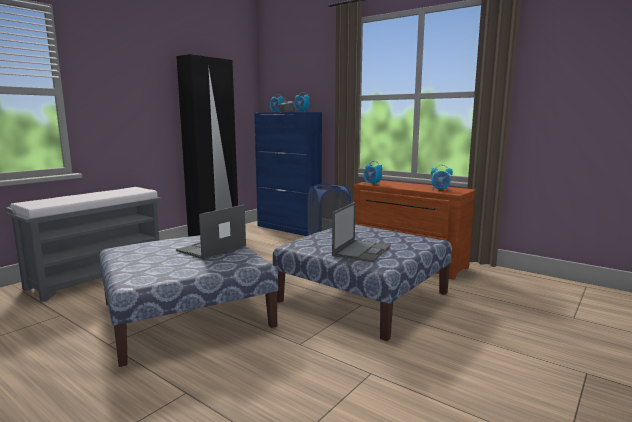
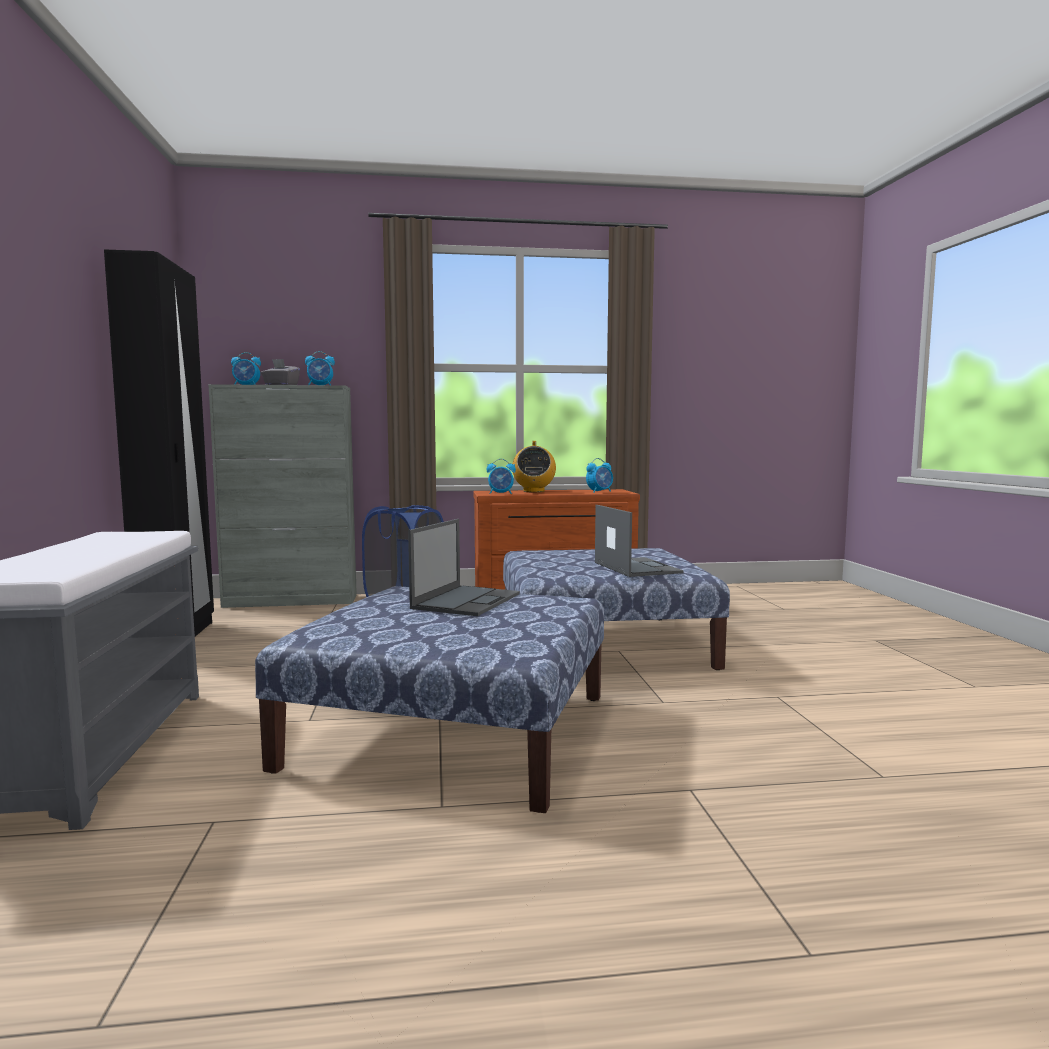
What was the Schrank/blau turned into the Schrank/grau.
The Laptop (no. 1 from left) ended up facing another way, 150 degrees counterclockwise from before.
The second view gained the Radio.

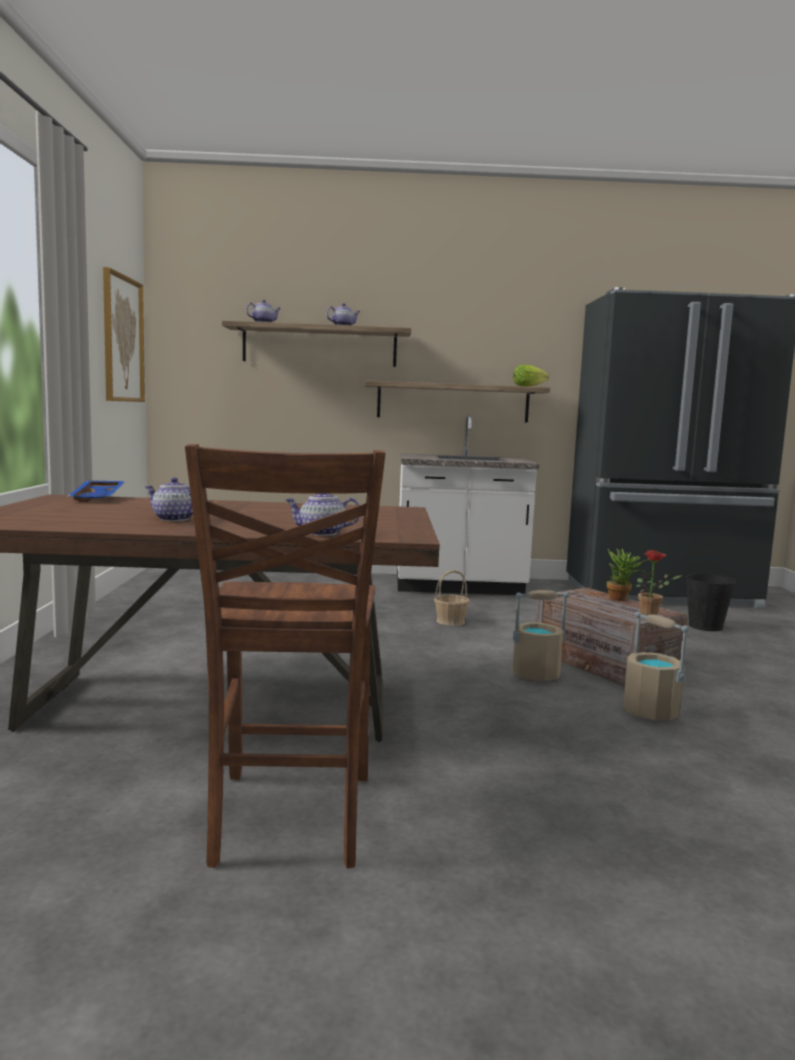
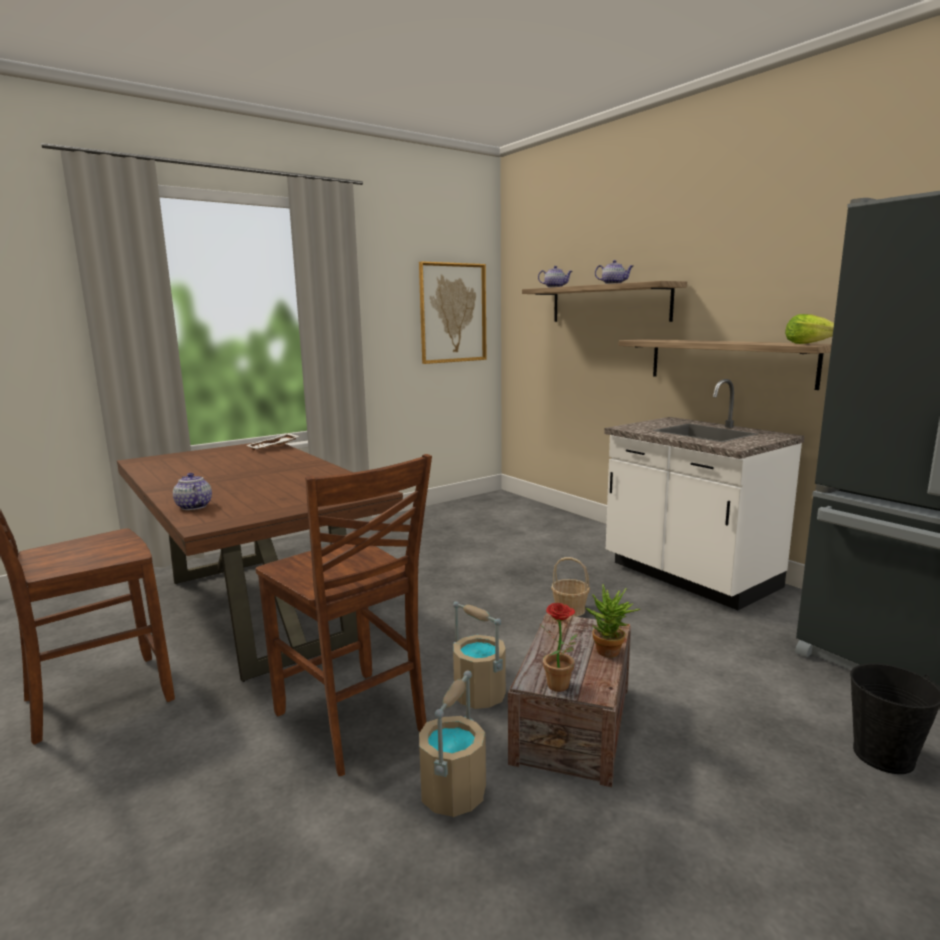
The second view lost the Teekanne (no. 1 from left).
What was the Tablett/blau turned into the Tablett/weiß.
The second view gained the Stuhl/braun (no. 2 from left).

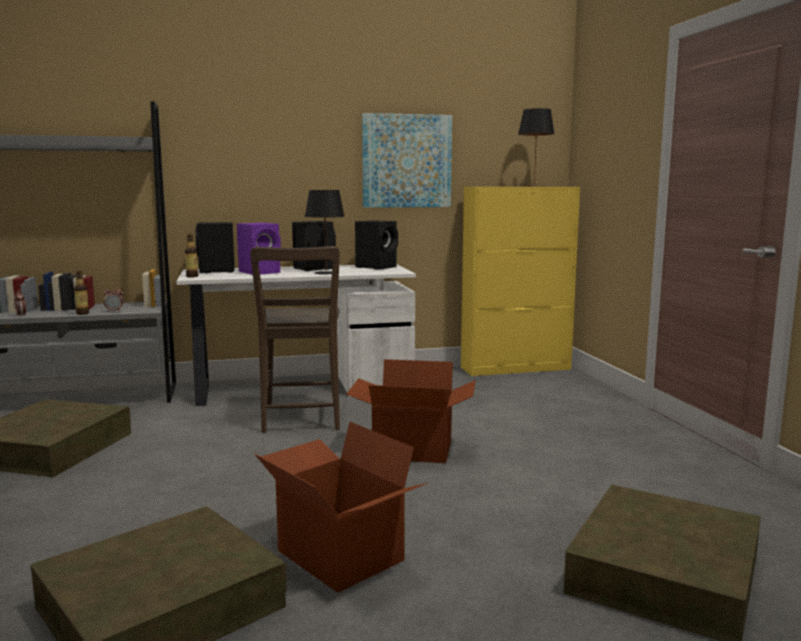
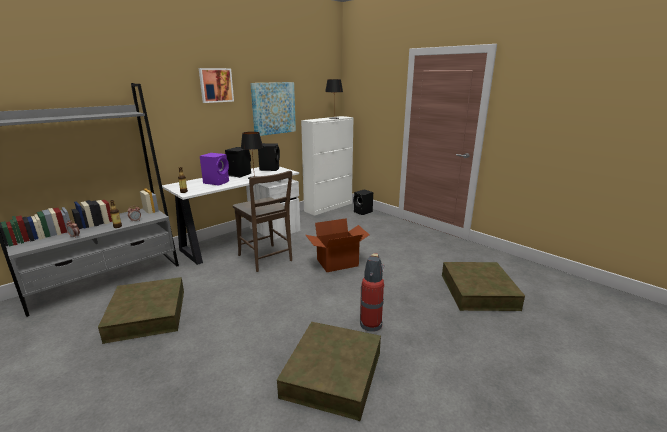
What was the Schrank/gelb turned into the Schrank/weiß.
The Lautsprecher/schwarz (no. 1 from left in the first image) ended up elsewhere.
Where the Karton (no. 1 from left) stood, the Feuerlöscher came to stand.
The second view gained the Bild (no. 1 from left).

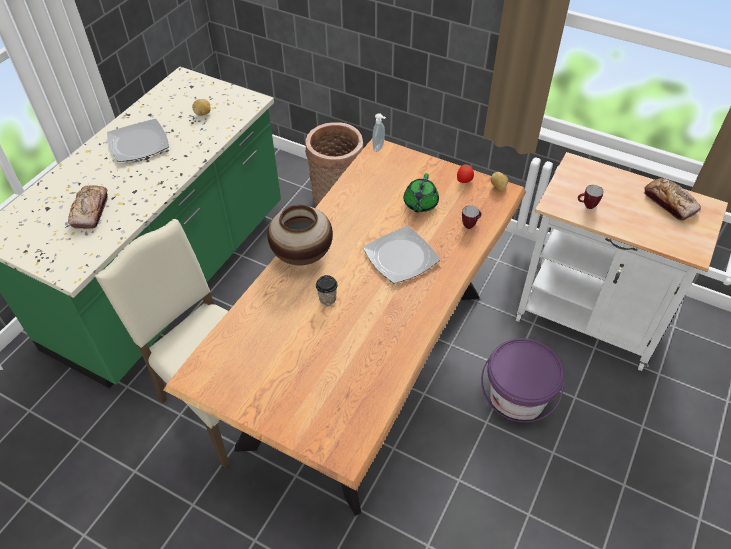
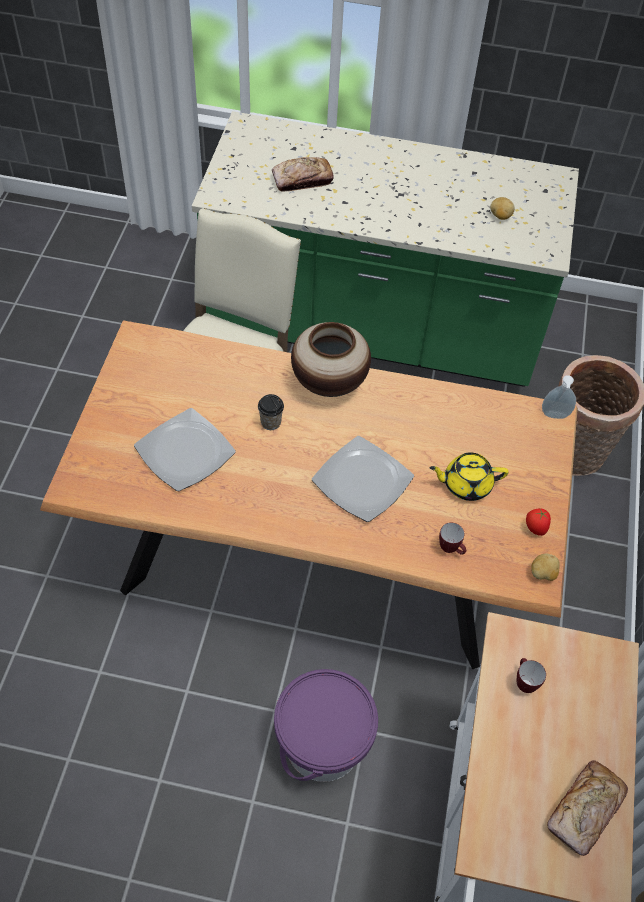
The Teller (no. 1 from left) ended up elsewhere.
What was the Teekanne/grün turned into the Teekanne/gelb.

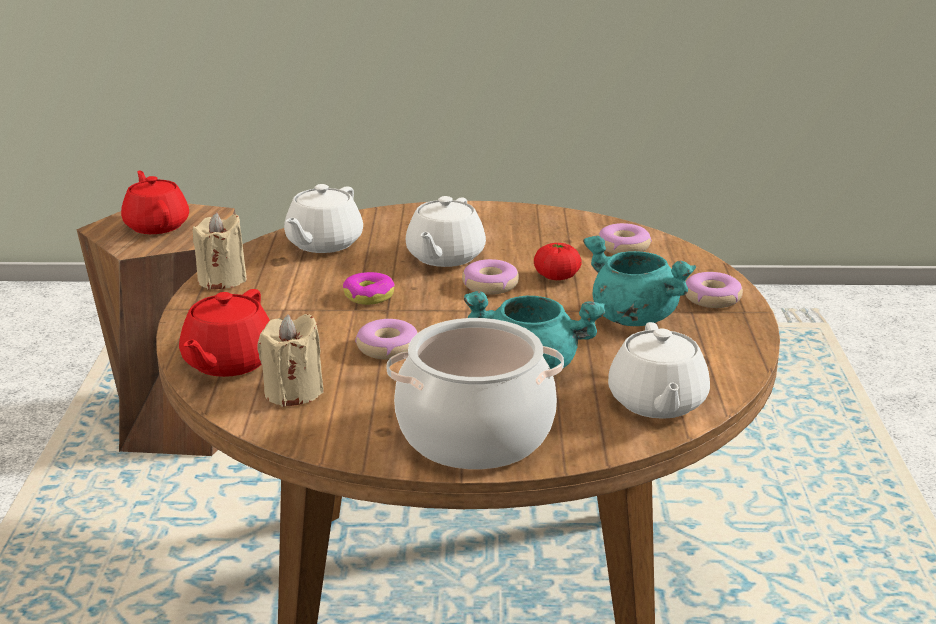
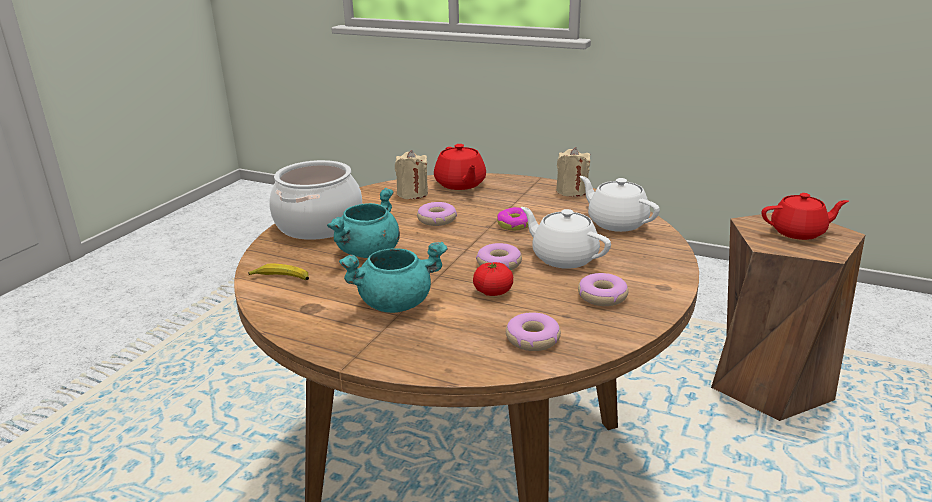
The Donut (no. 5 from left) ended up elsewhere.
The Teekanne/rot (no. 2 from left in the first image) ended up facing another way, 150 degrees counterclockwise from before.
Where the Teekanne/weiß (no. 3 from left) stood, the Banane came to stand.

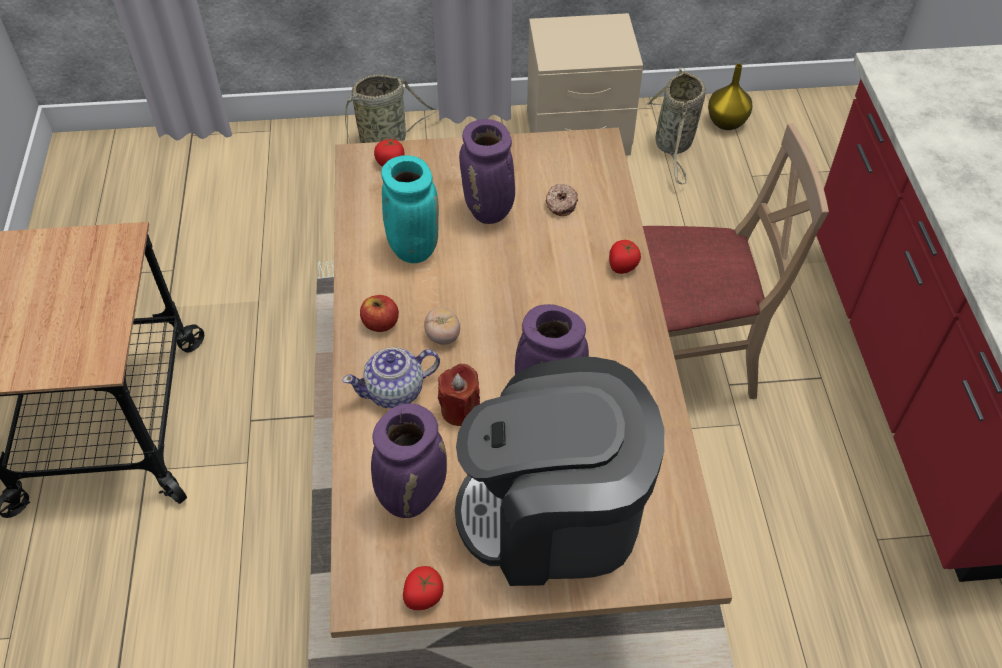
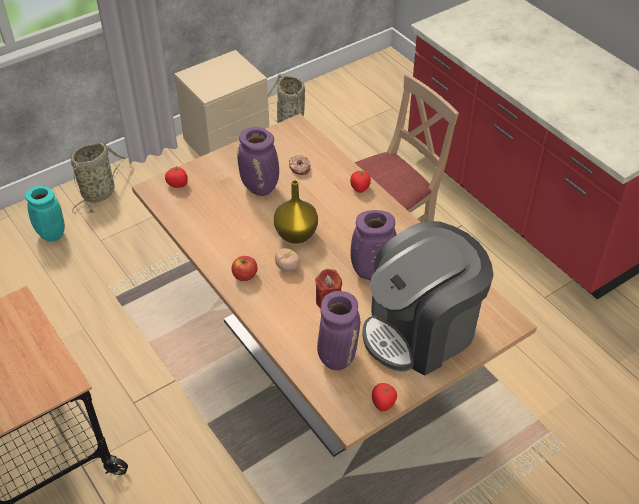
The Vase/gelb ended up elsewhere.
The Vase/türkis ended up elsewhere.
The second view lost the Teekanne.

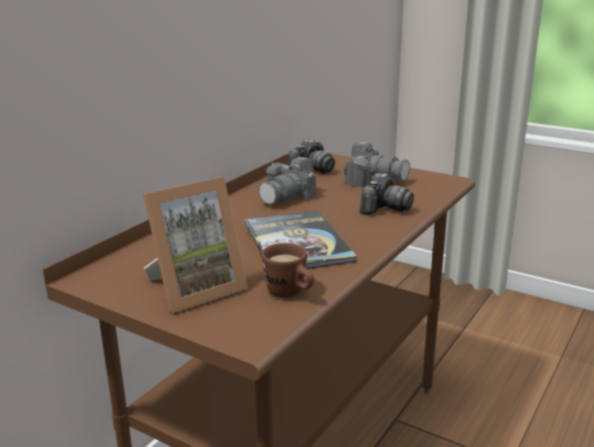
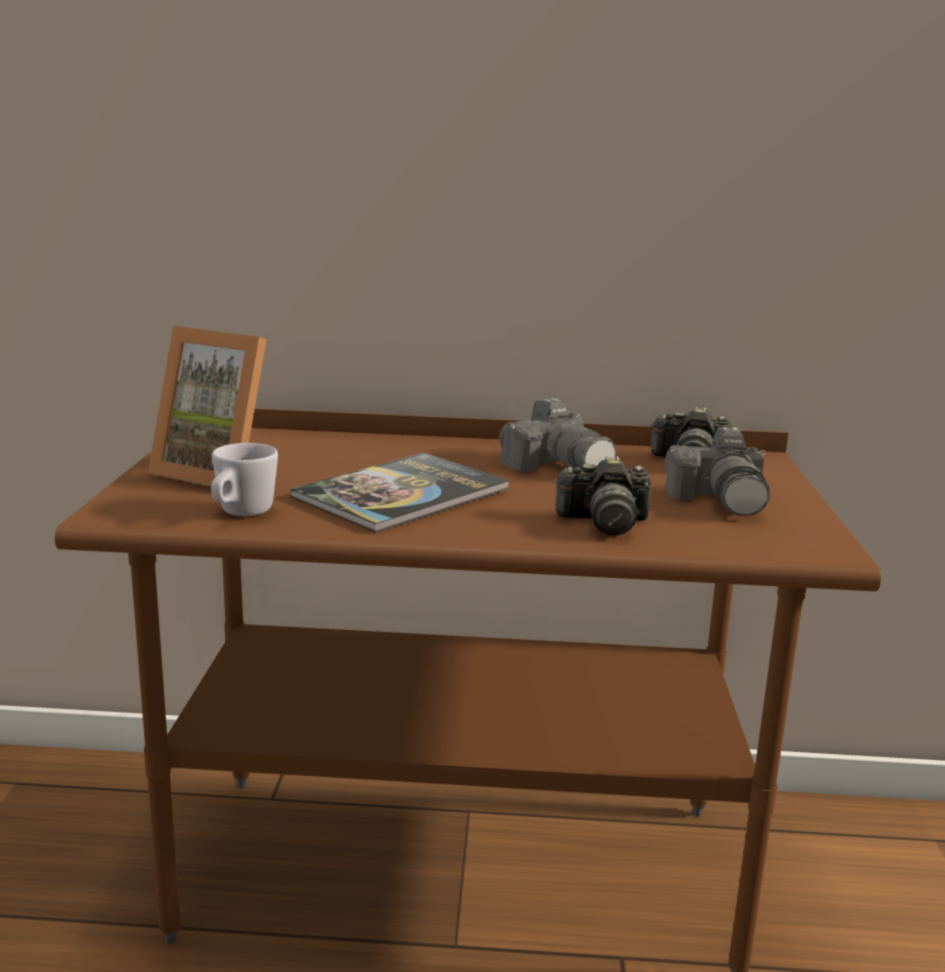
The Kamera (no. 1 from left) ended up facing another way, 135 degrees counterclockwise from before.
What was the Henkelbecher/braun turned into the Henkelbecher/weiß.

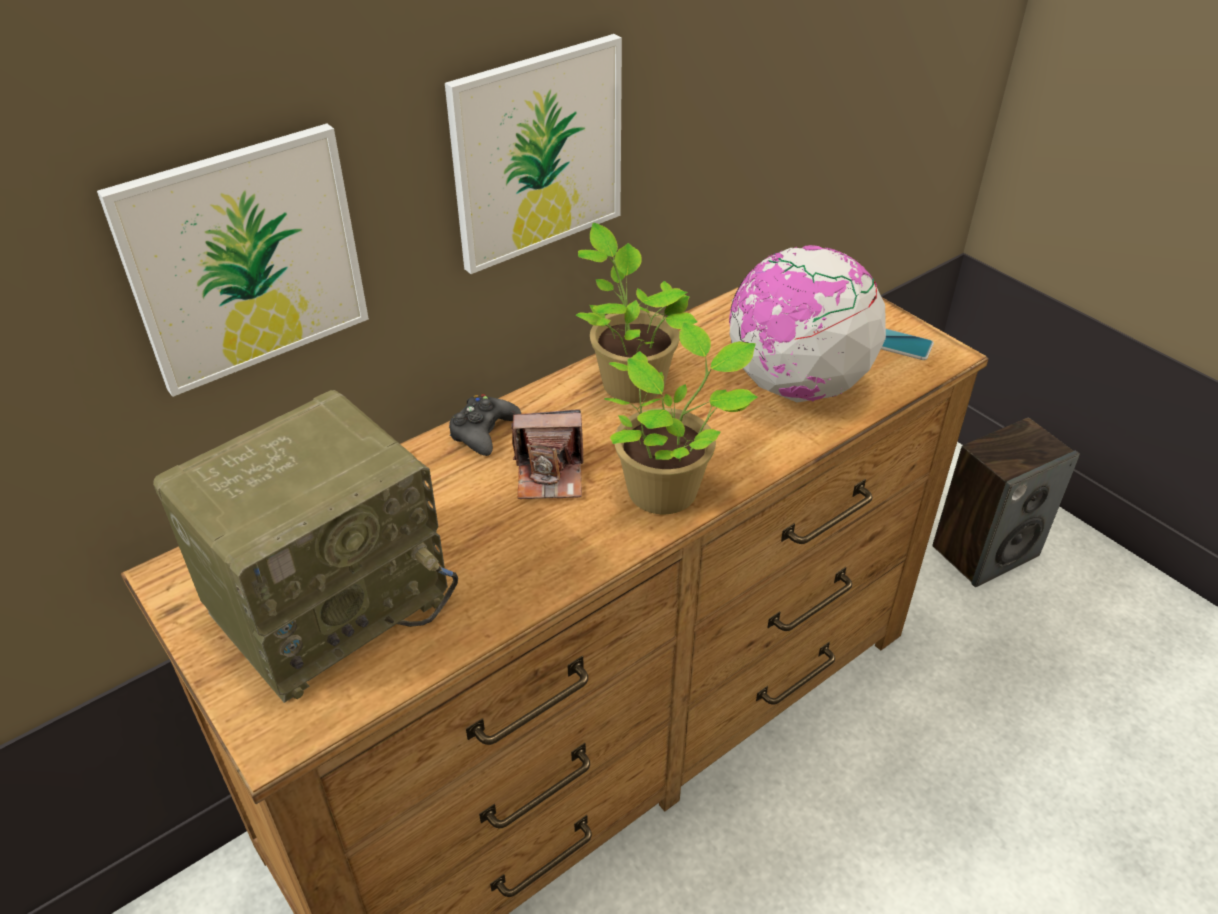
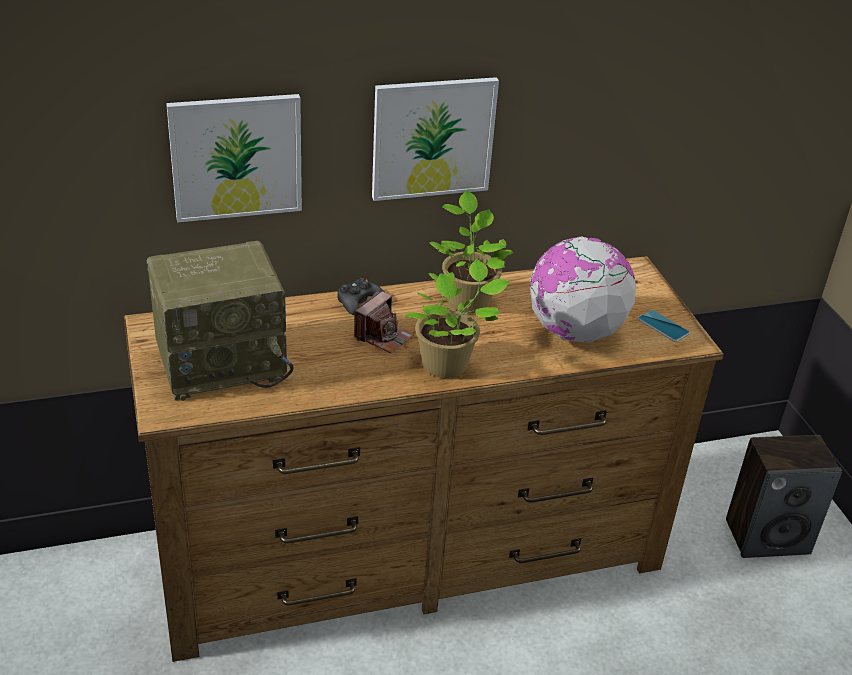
The Kamera ended up facing another way, 75 degrees counterclockwise from before.

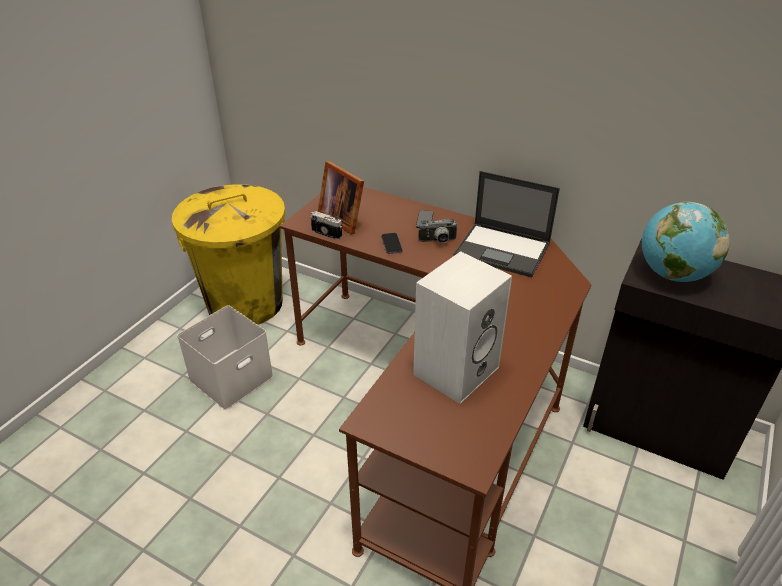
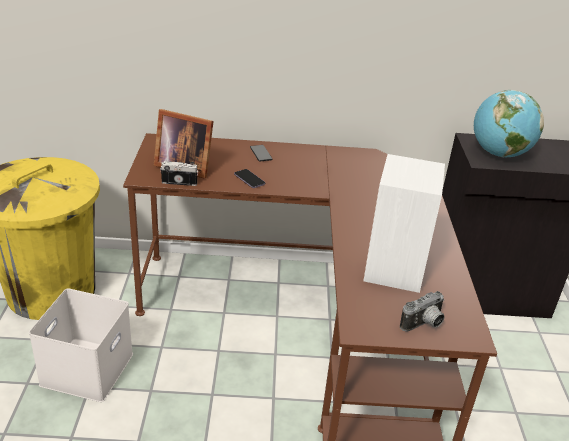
The second view lost the Laptop.
The Kamera (no. 2 from left) ended up elsewhere.

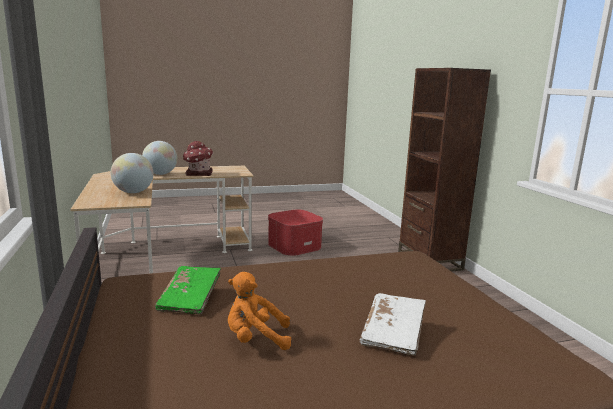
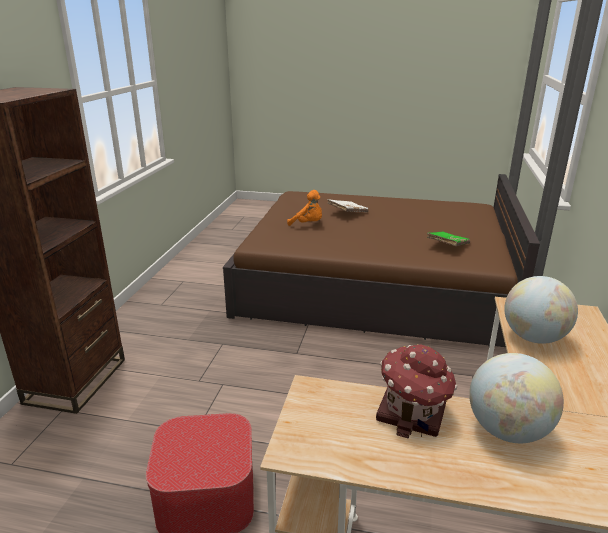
The Plüschtier/orange ended up elsewhere.

